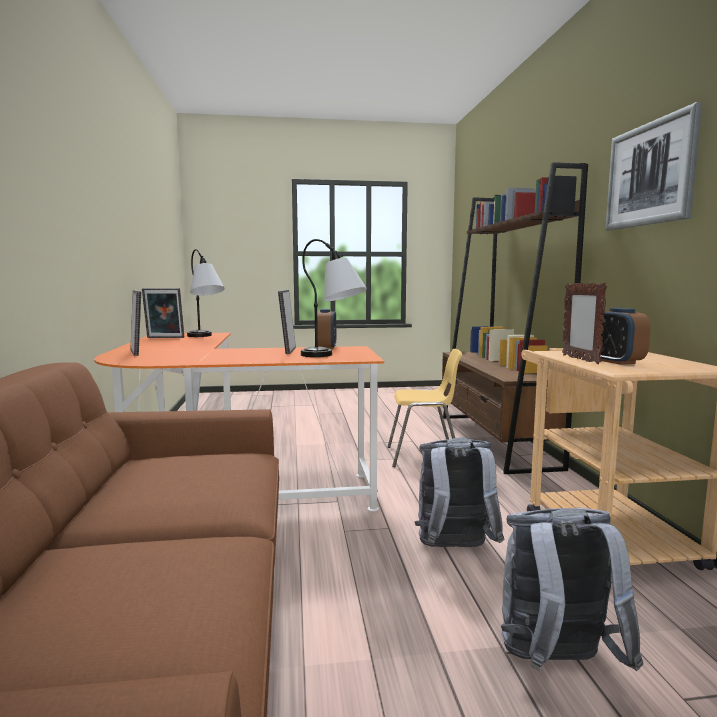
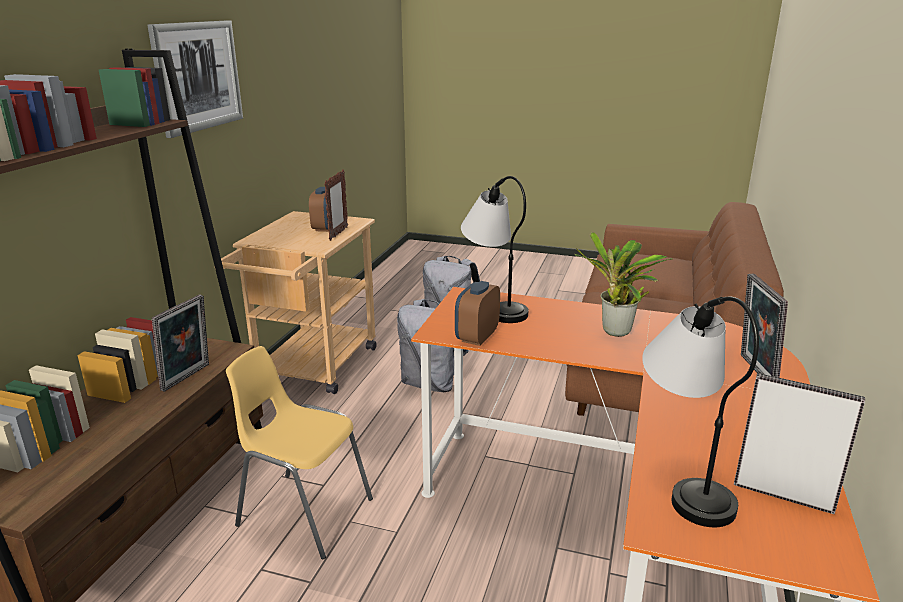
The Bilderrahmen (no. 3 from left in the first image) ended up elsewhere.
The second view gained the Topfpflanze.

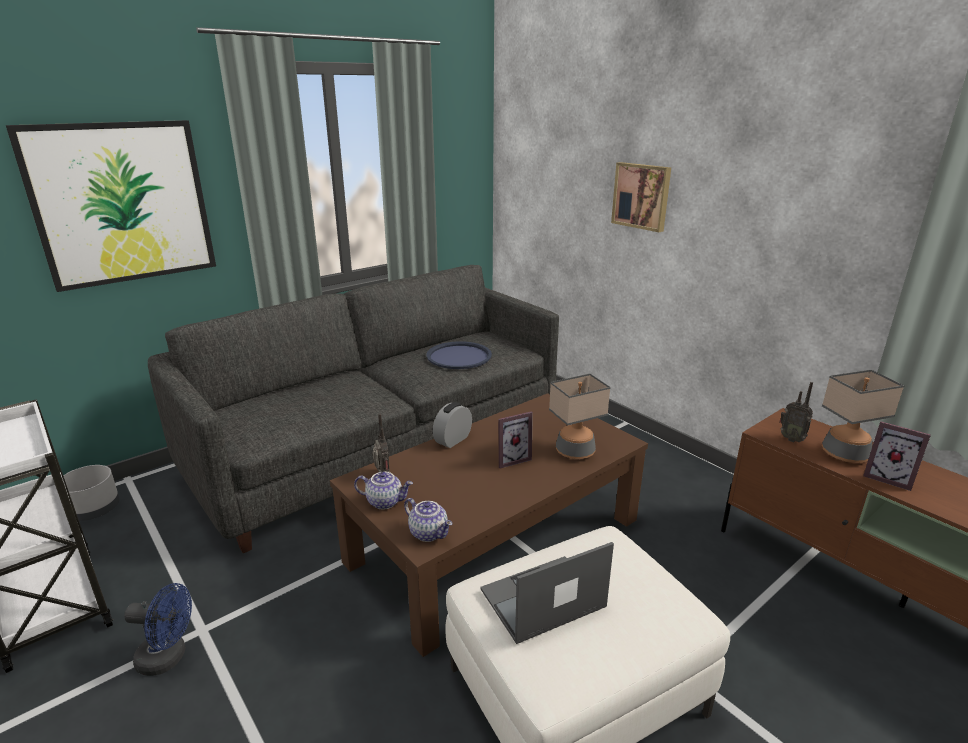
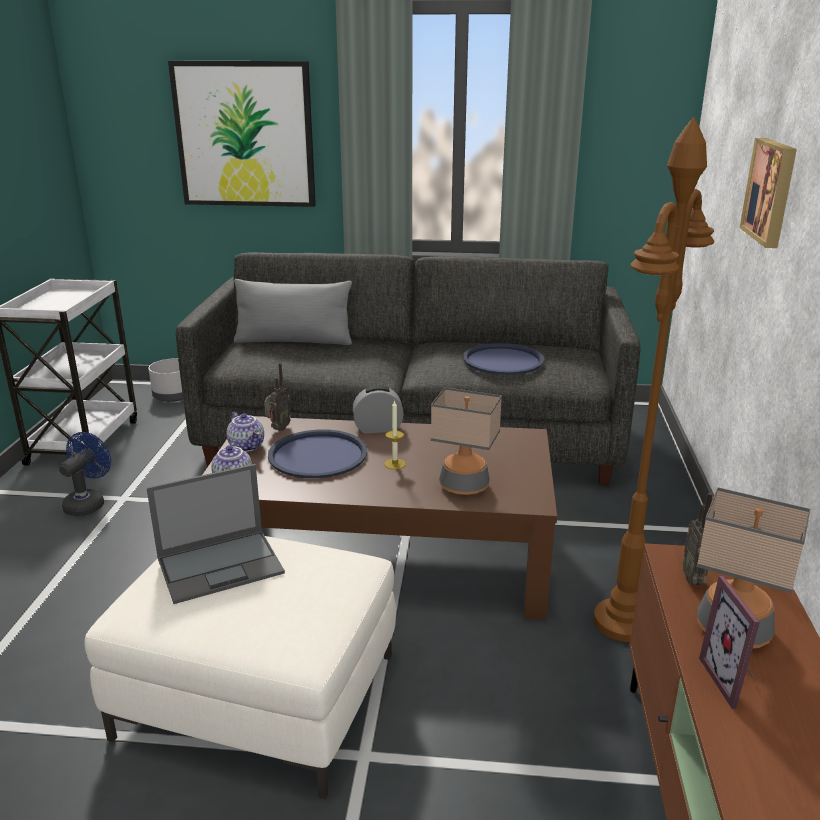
Where the Bilderrahmen (no. 1 from left) stood, the Kerze came to stand.
The Laptop ended up facing another way, 135 degrees clockwise from before.
The Ventilator/blau ended up facing another way, 120 degrees counterclockwise from before.
The second view gained the Stehlampe/braun.
The second view gained the Kissen/grau.
The second view gained the Tablett/blau (no. 1 from left).

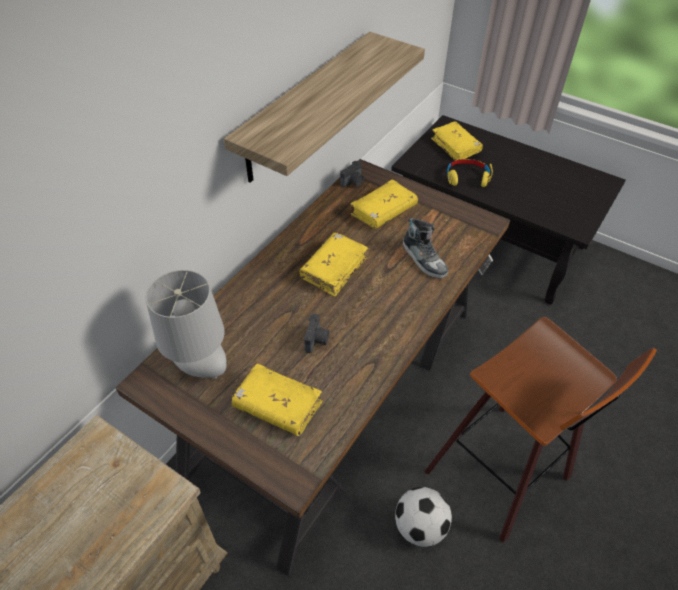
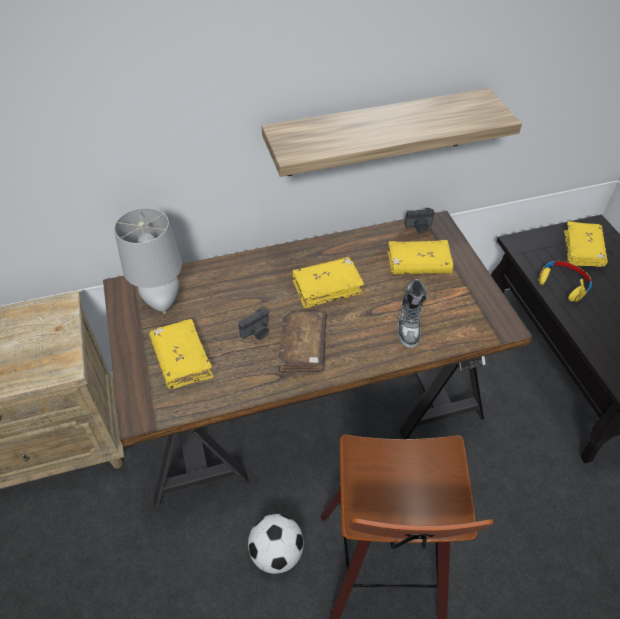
The second view gained the Buch/braun.

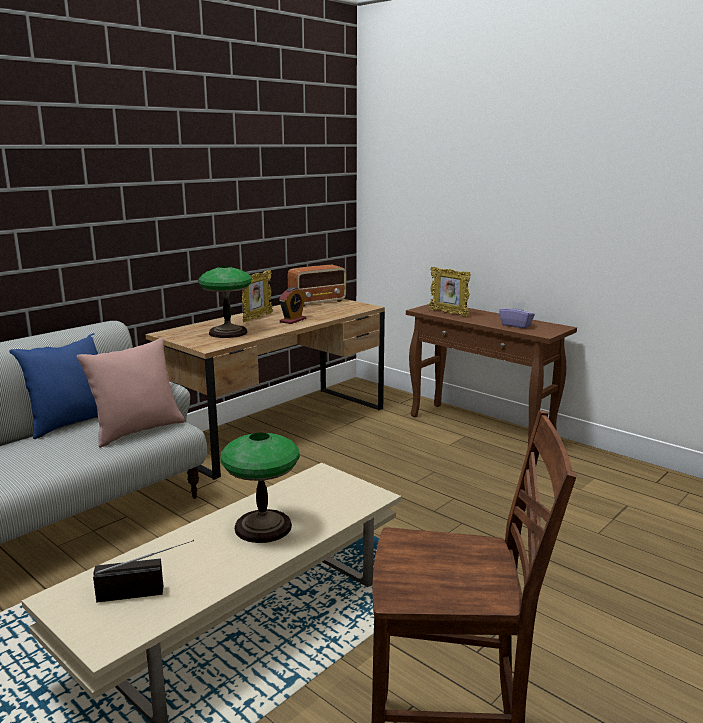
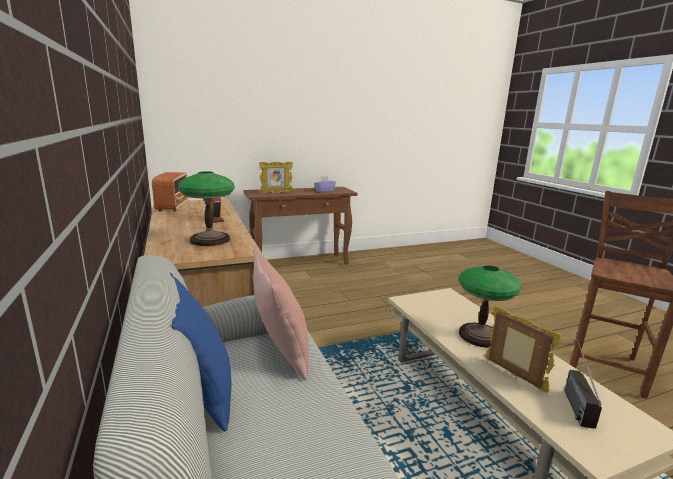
The Bilderrahmen (no. 1 from left in the first image) ended up elsewhere.

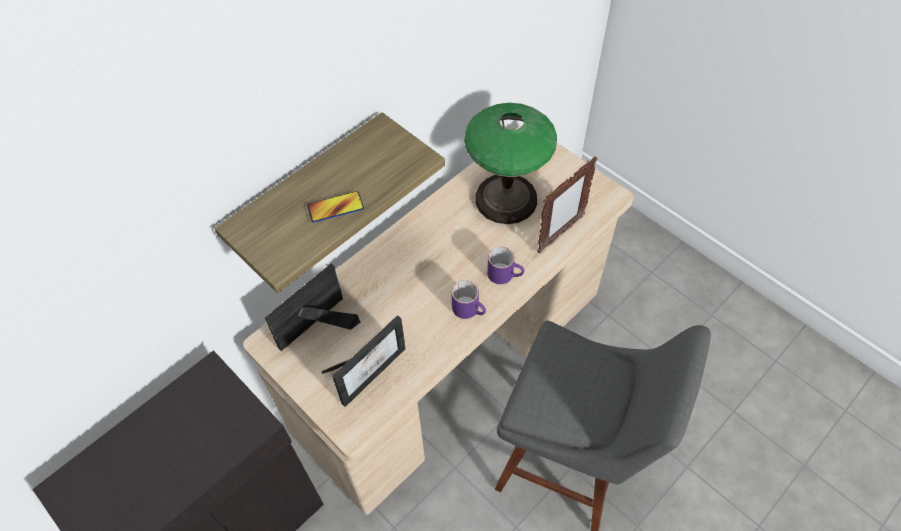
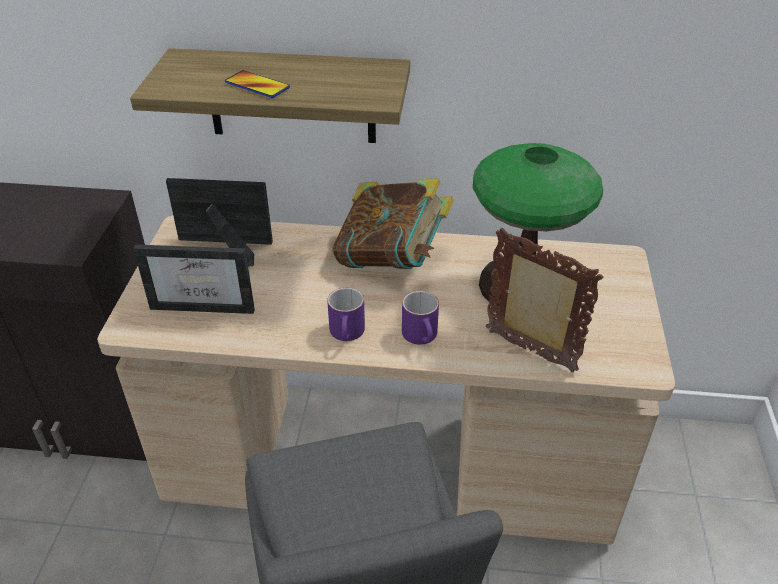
The Bilderrahmen (no. 3 from left) ended up facing another way, 150 degrees counterclockwise from before.
The second view gained the Buch.

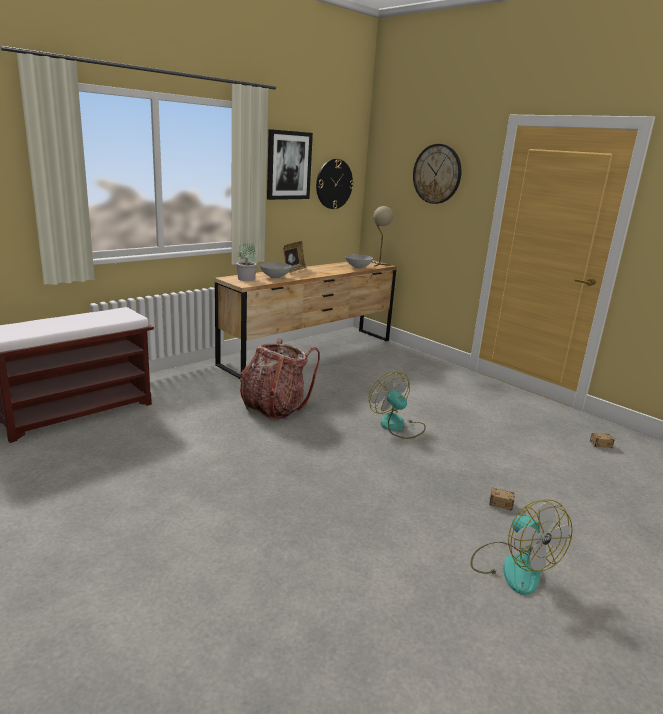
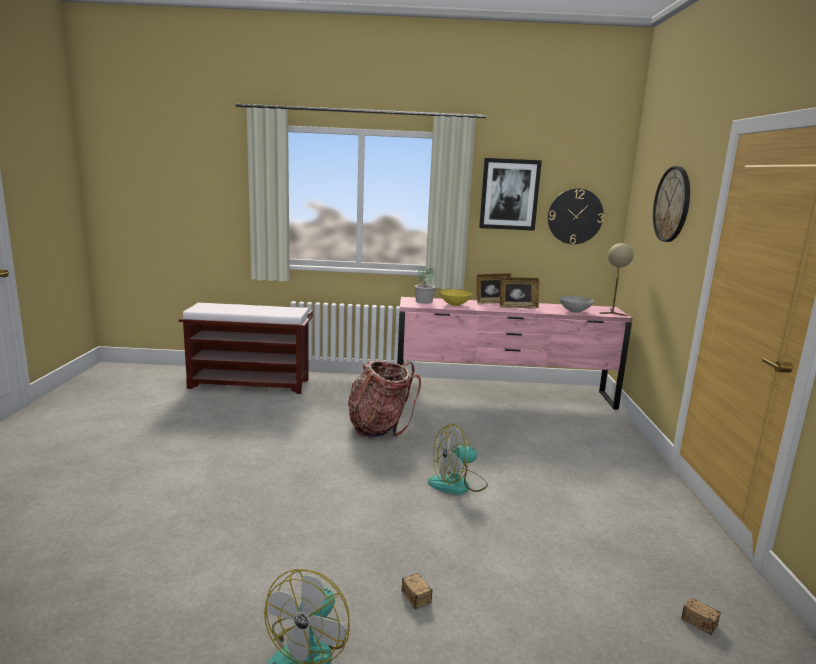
What was the Kommode/braun turned into the Kommode/rosa.
What was the Schüssel/grau (no. 1 from left) turned into the Schüssel/gelb.
The Ventilator (no. 1 from left in the first image) ended up facing another way, 120 degrees counterclockwise from before.
The second view gained the Bilderrahmen (no. 2 from left).

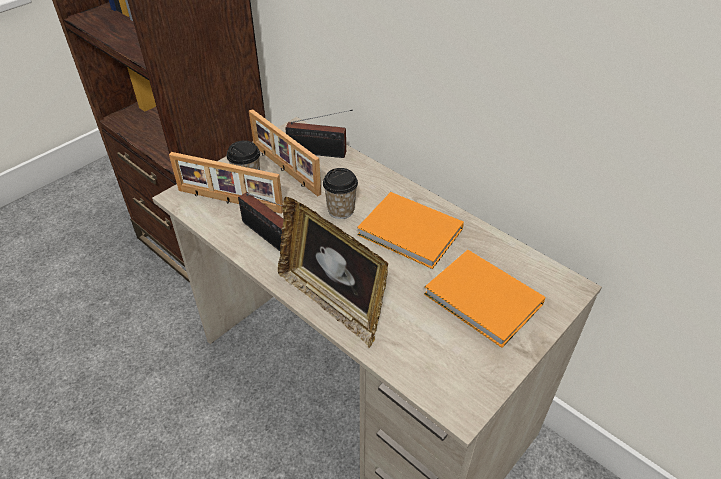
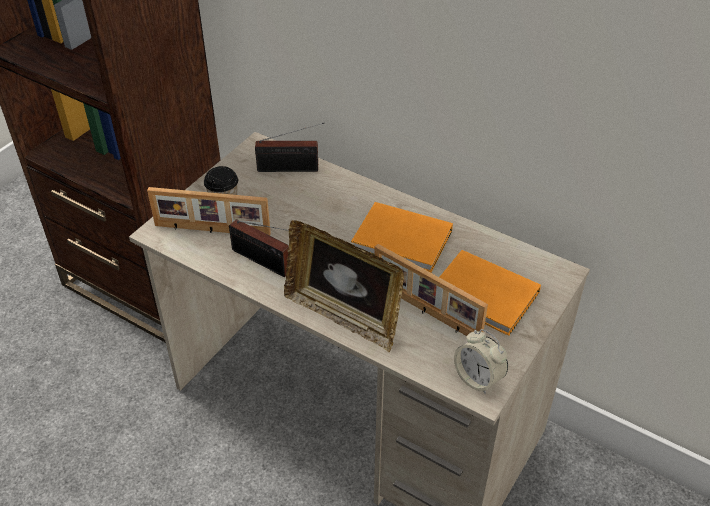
The Bilderrahmen (no. 2 from left in the first image) ended up elsewhere.
The second view lost the Tasse (no. 2 from left).
The second view gained the Wecker.

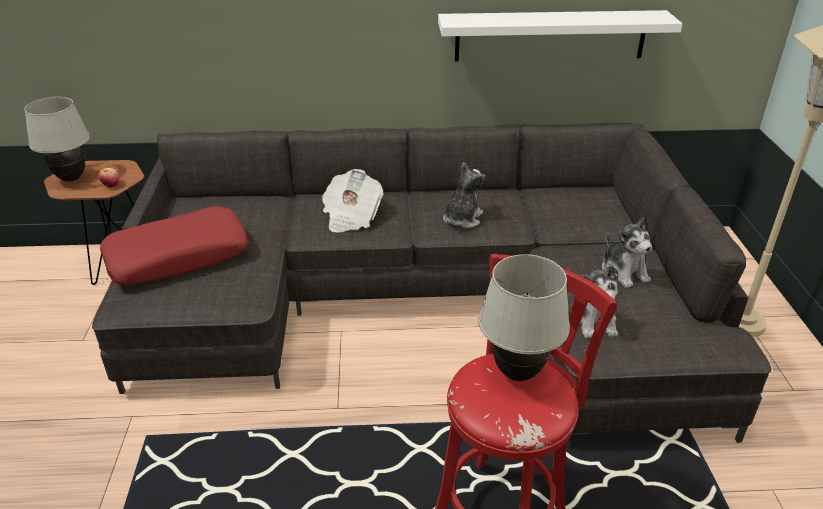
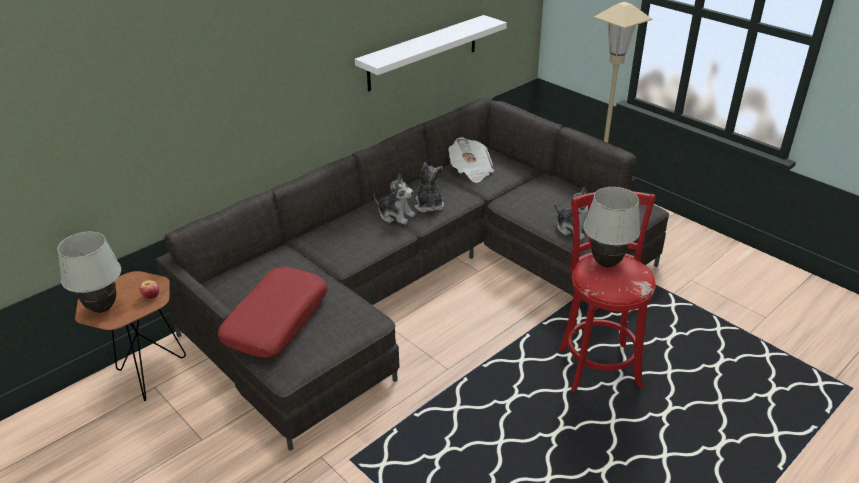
The Zeitung ended up elsewhere.
The Plüschtier (no. 3 from left in the first image) ended up elsewhere.

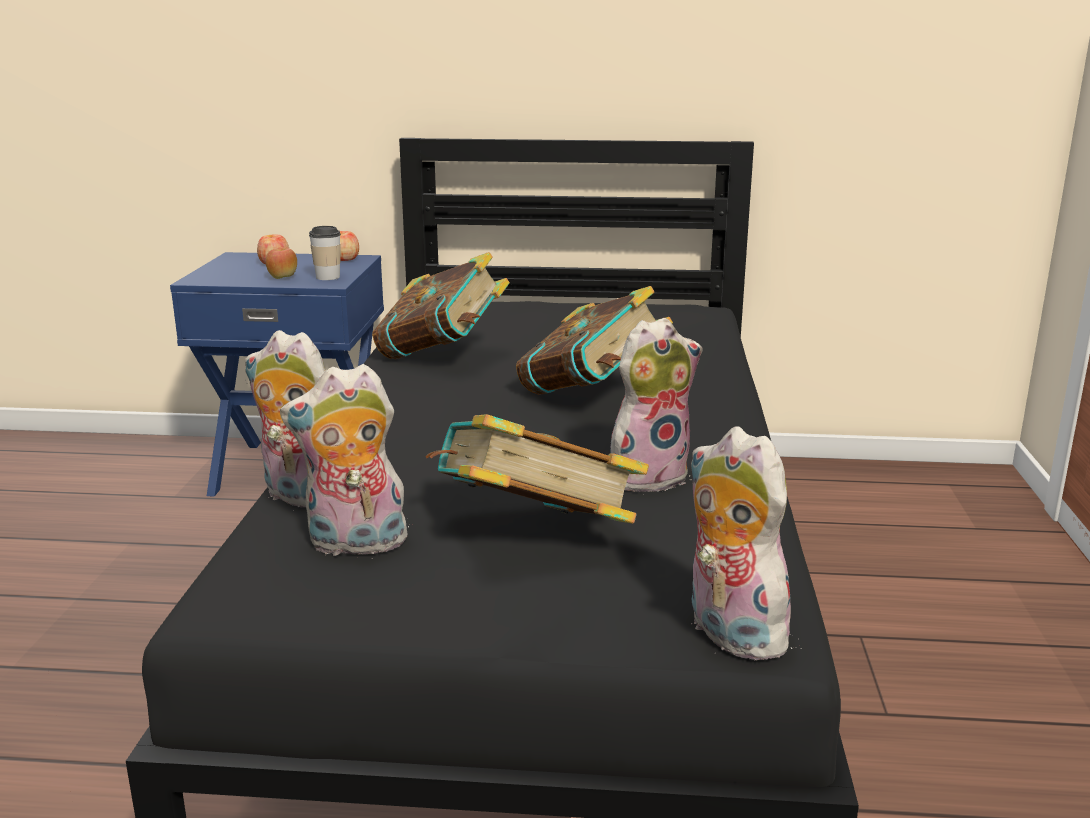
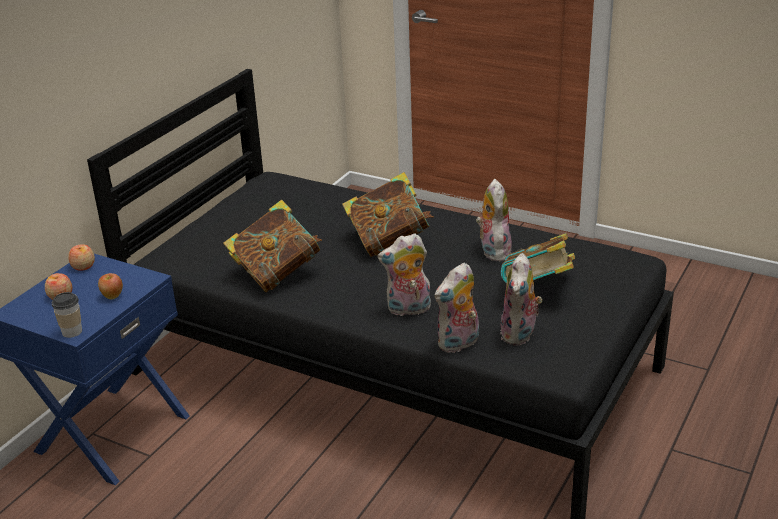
The Tasse ended up elsewhere.
The Plüschtier (no. 4 from left in the first image) ended up elsewhere.

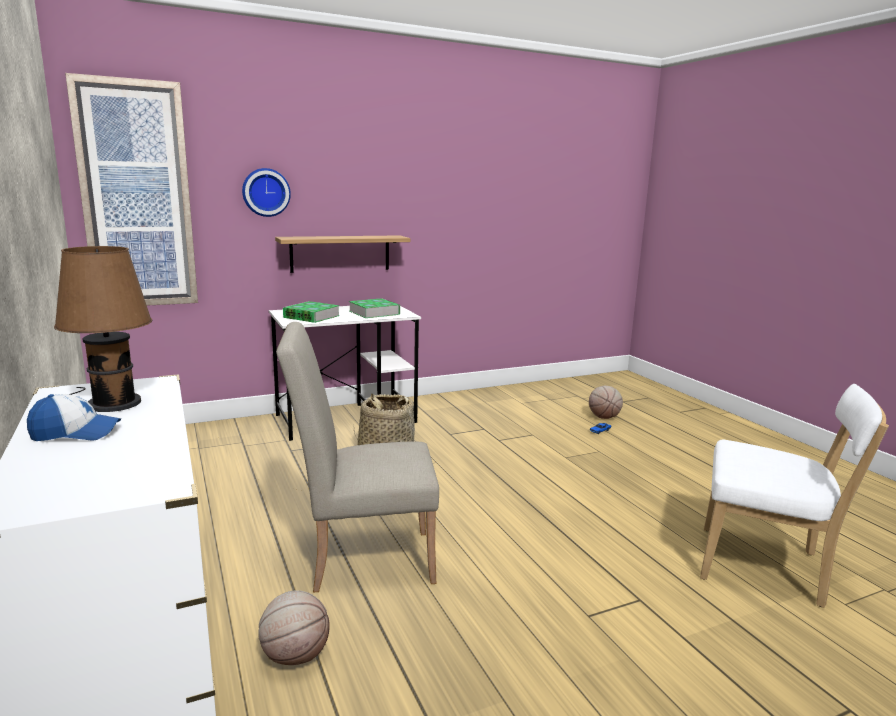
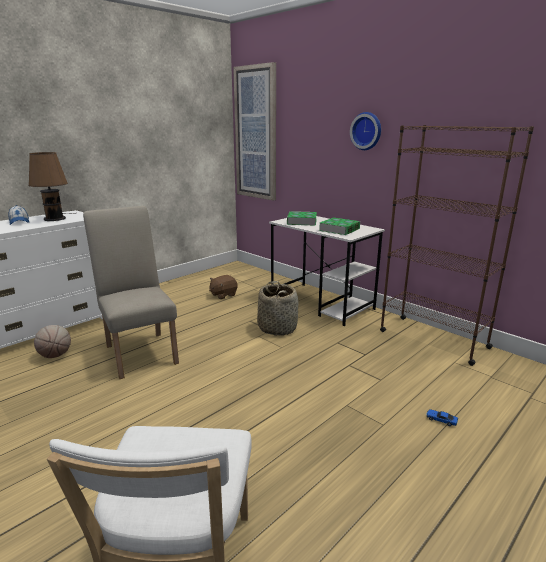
The Wanduhr ended up elsewhere.
The second view lost the Wandregal.
The second view lost the Basketball (no. 2 from left).
The second view gained the Bücherregal/braun.
The second view gained the Plüschtier/braun.

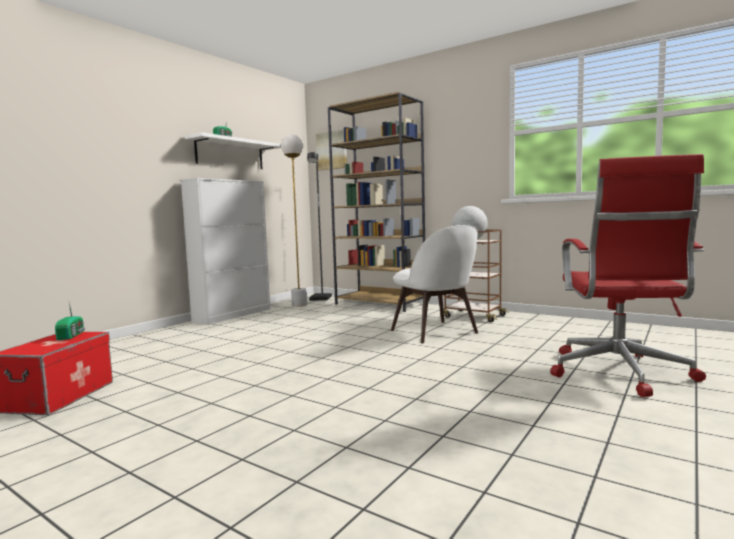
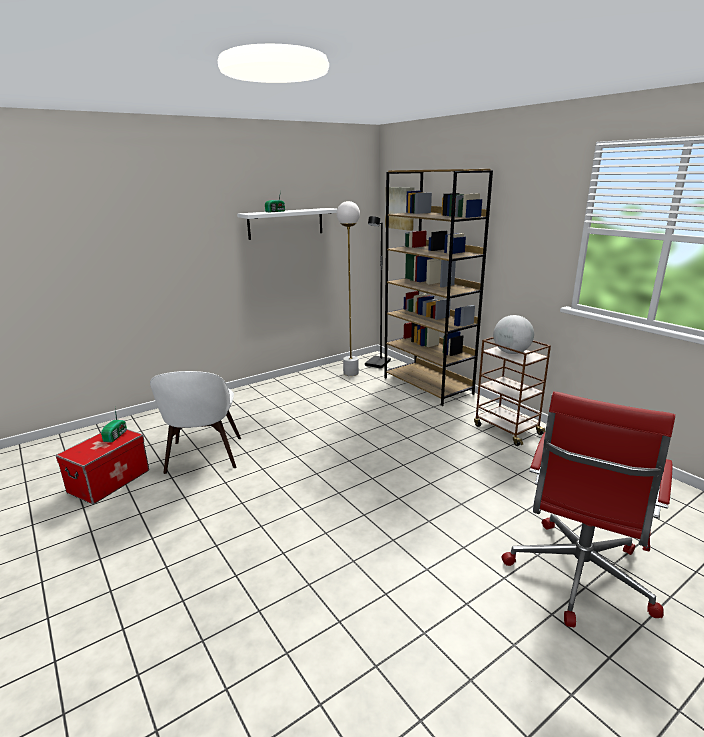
The second view lost the Schrank/weiß.
The Stuhl/weiß ended up elsewhere.

